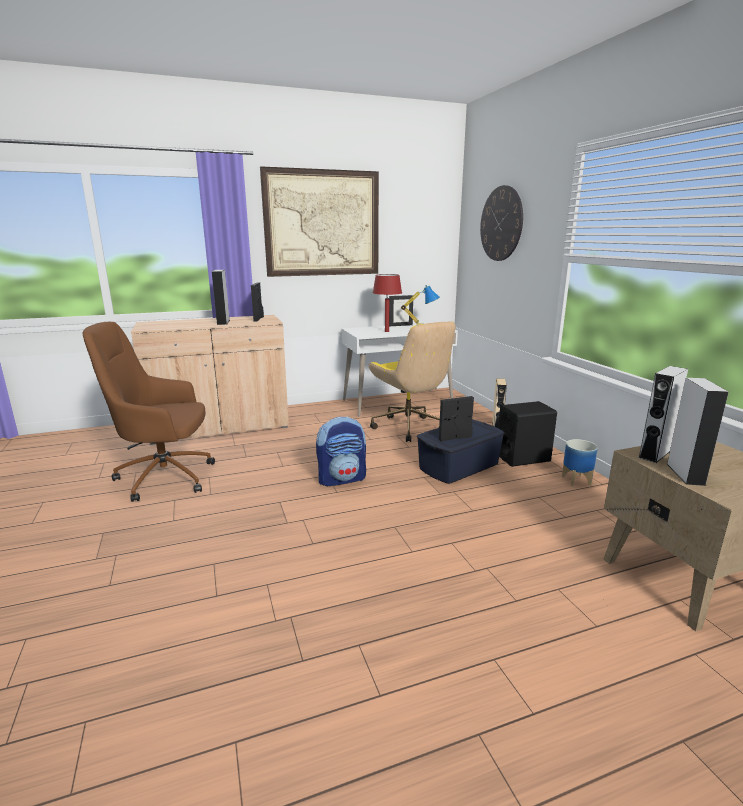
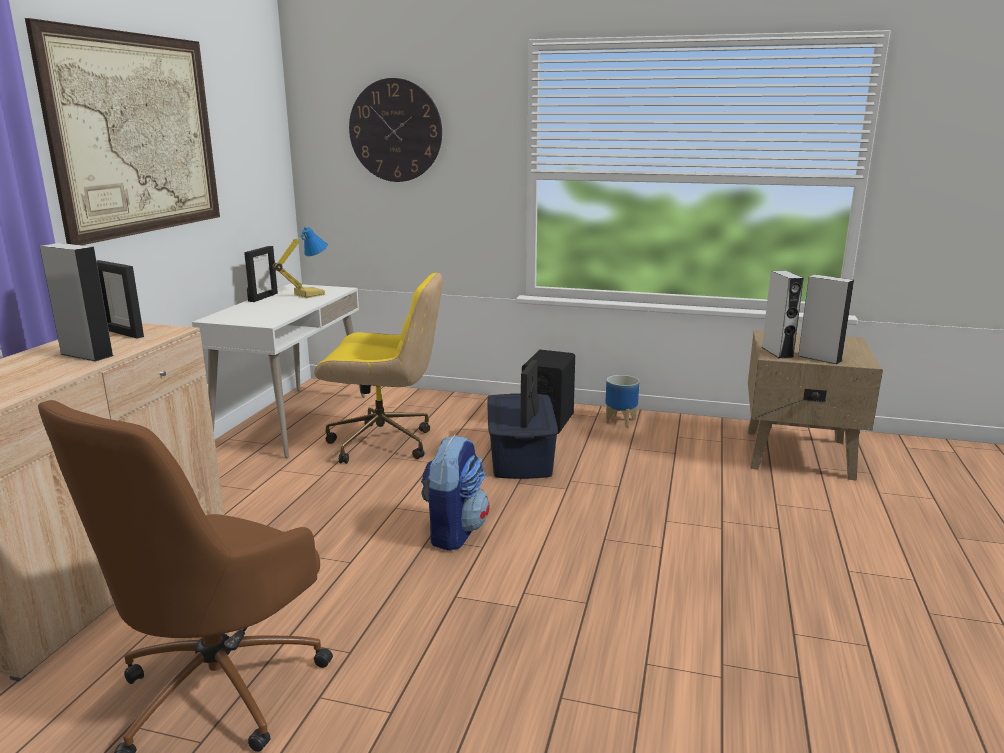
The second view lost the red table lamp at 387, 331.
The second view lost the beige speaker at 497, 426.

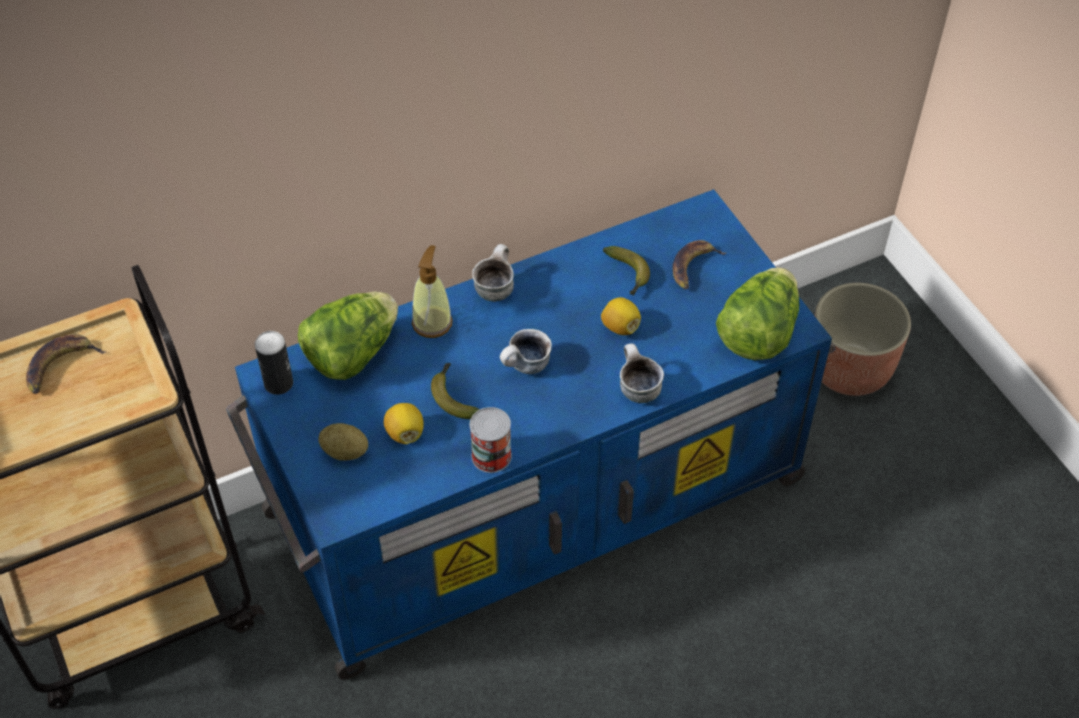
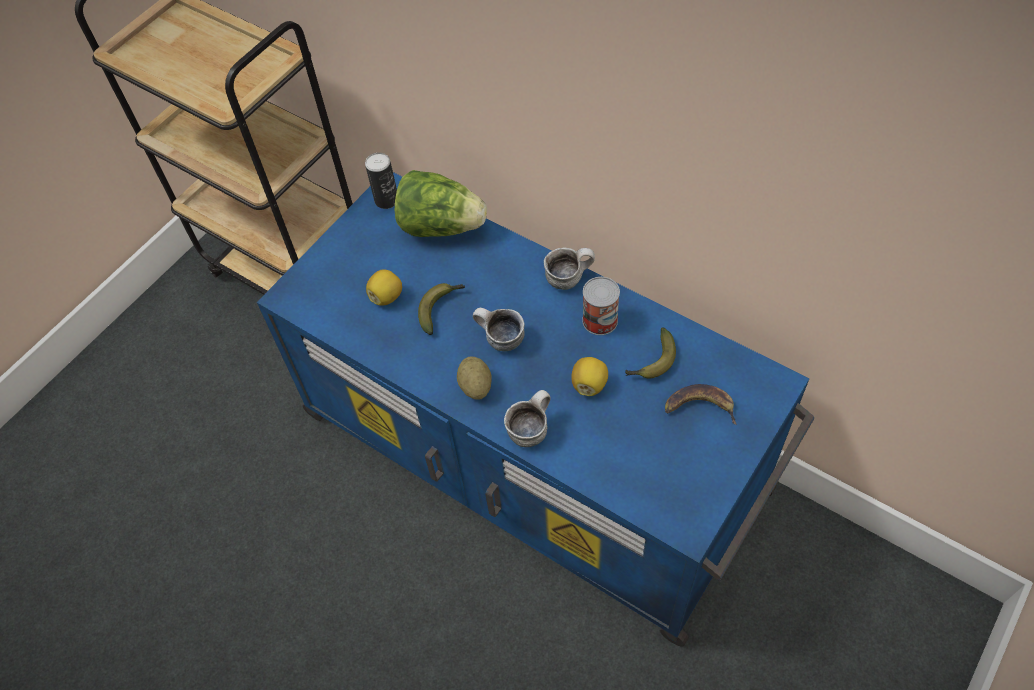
The second view lost the soap dispenser at 432, 322.
The second view lost the lettuce at 758, 333.
The second view lost the planter at 849, 369.
The second view lost the banana at 60, 366.
The can ended up elsewhere, having gone from 491, 456 to 600, 320.
The potato ended up elsewhere, having gone from 345, 452 to 475, 386.

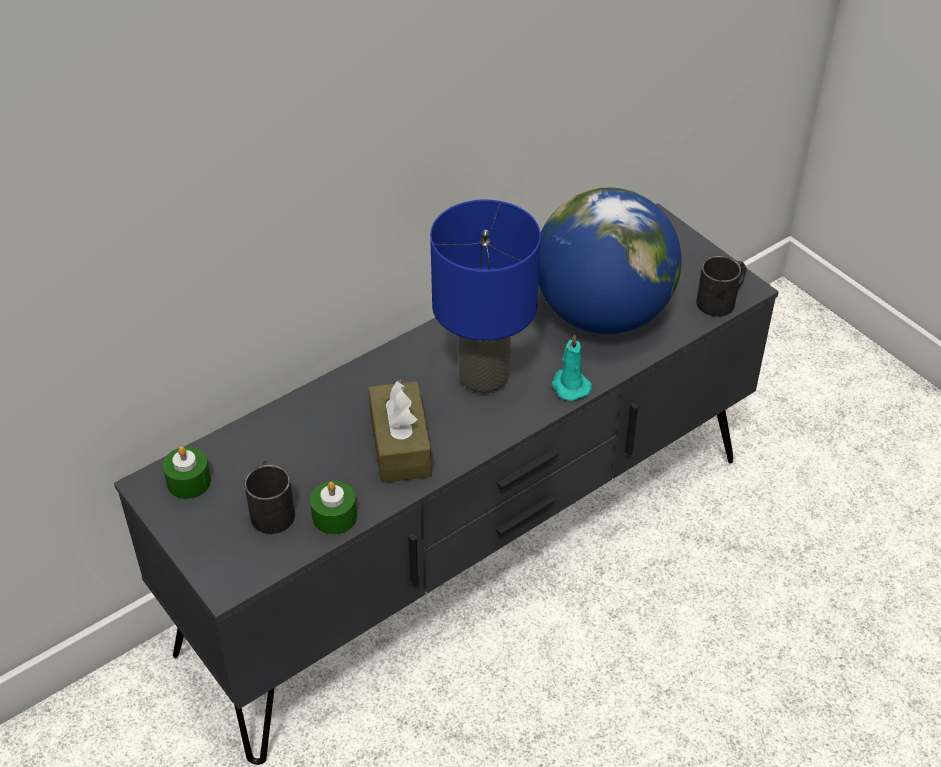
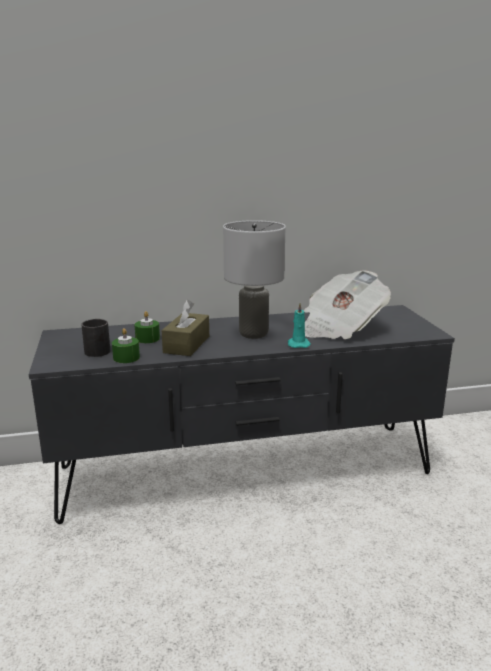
Where the globe stood at 603, 314, the newspaper came to stand at 339, 328.
What was the blue table lamp at 481, 377 turned into the white table lamp at 252, 334.
The second view lost the black mug at 721, 300.
The green candle ended up elsewhere, having gone from 189, 482 to 147, 338.

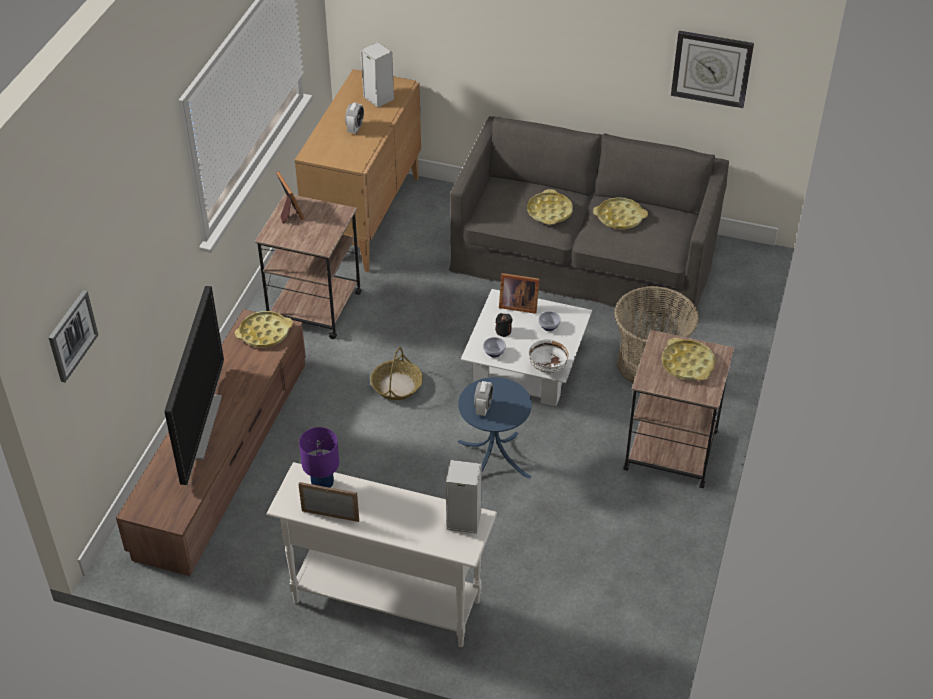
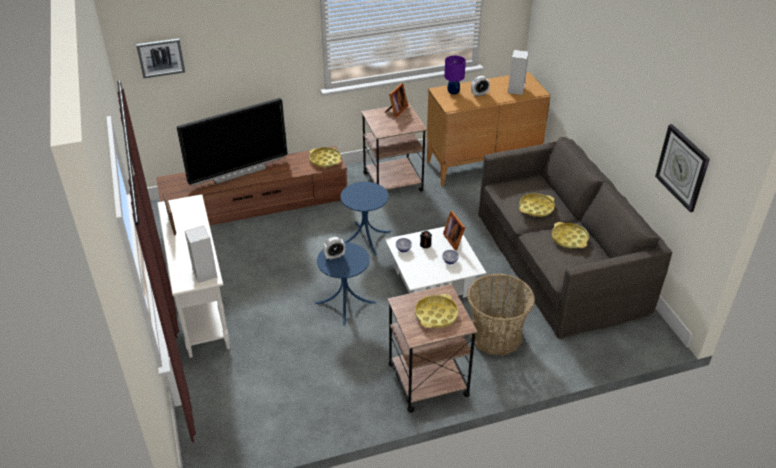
The second view lost the white bowl at 547, 368.
Where the basket stood at 396, 385, the blue side table came to stand at 365, 238.
The purple table lamp ended up elsewhere, having gone from 322, 484 to 453, 92.

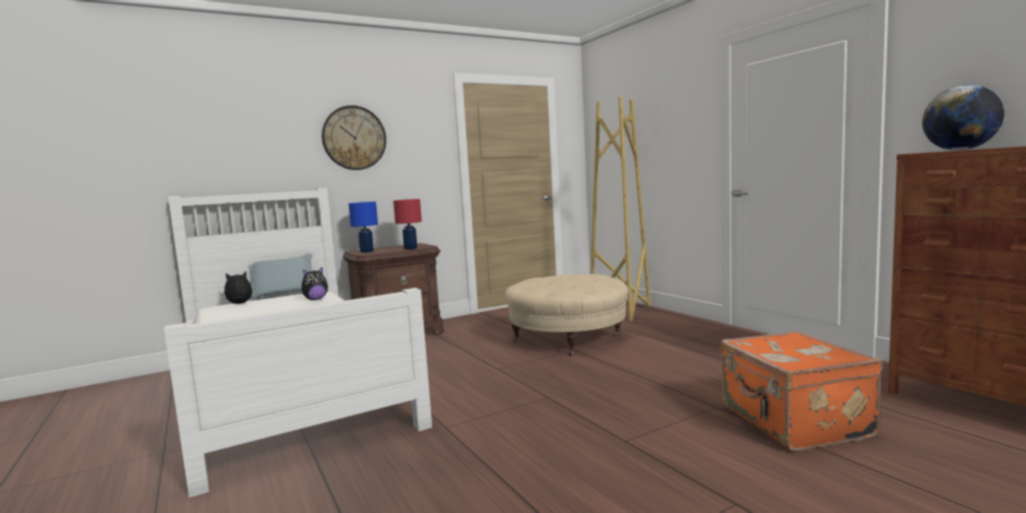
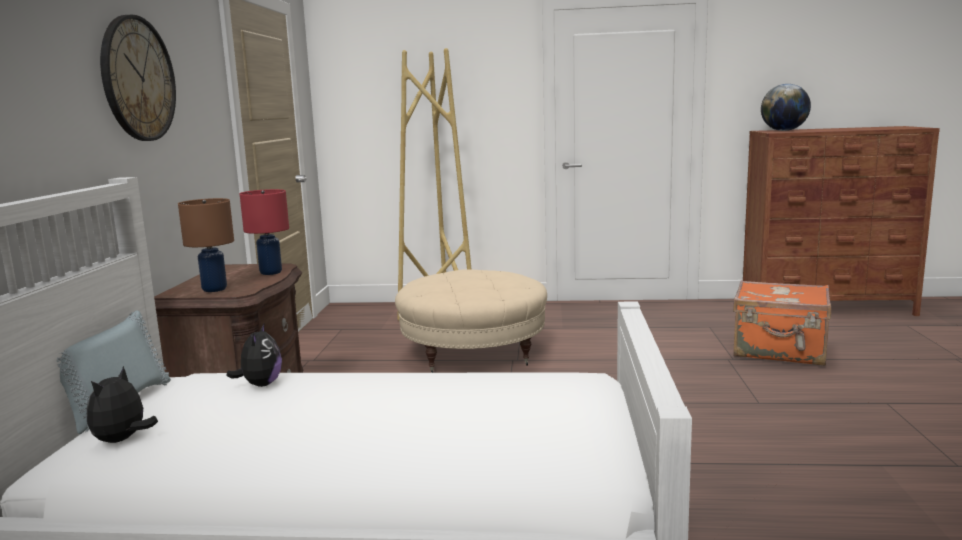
What was the blue table lamp at 367, 251 turned into the brown table lamp at 214, 289.

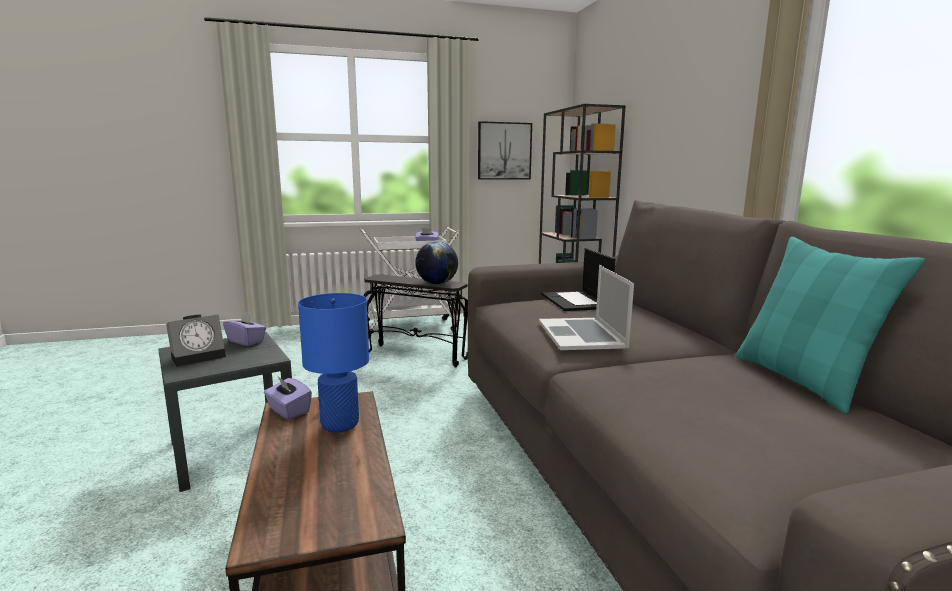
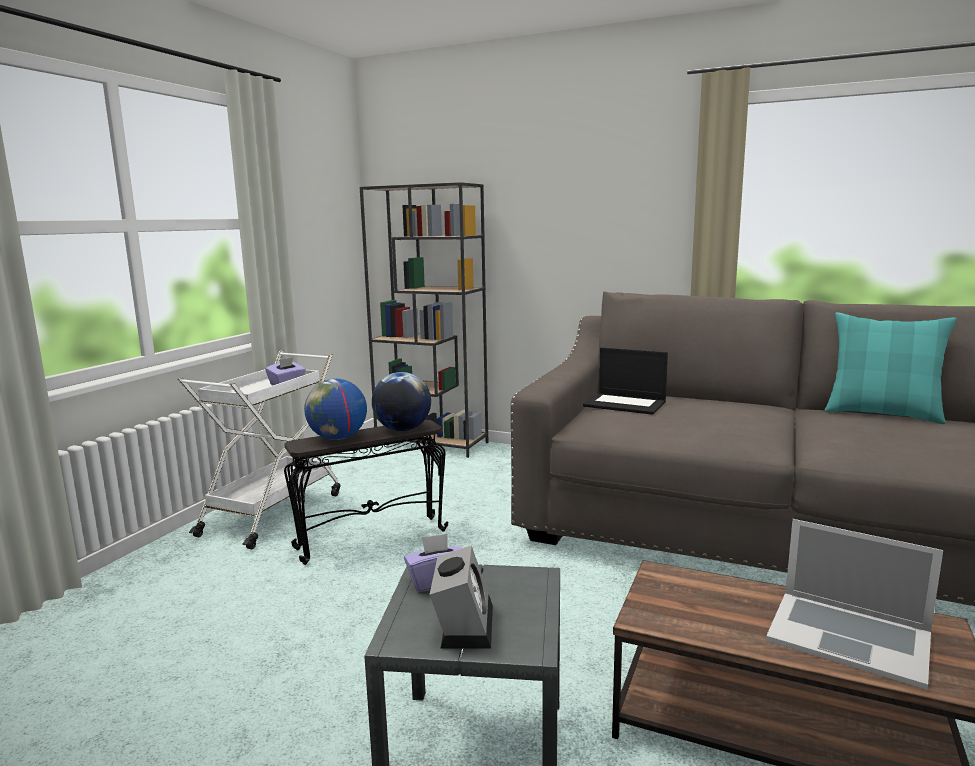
The second view lost the picture at 504, 151.
The laptop ended up elsewhere, having gone from 581, 334 to 848, 636.
The second view lost the blue table lamp at 339, 427.
The second view lost the purple tissue box at 288, 411.
The second view gained the globe at 338, 438.

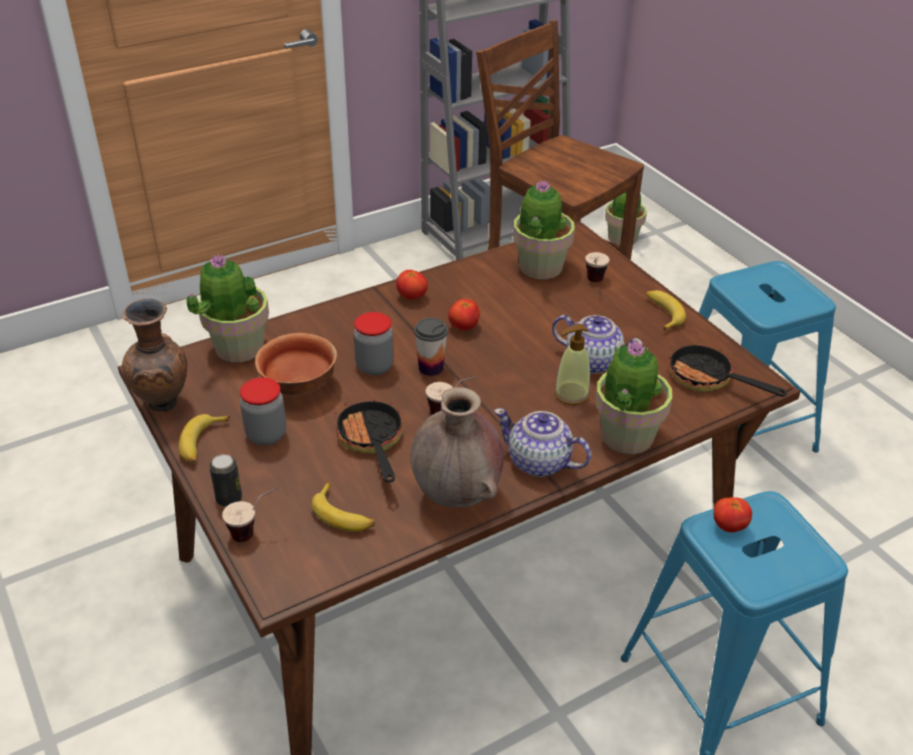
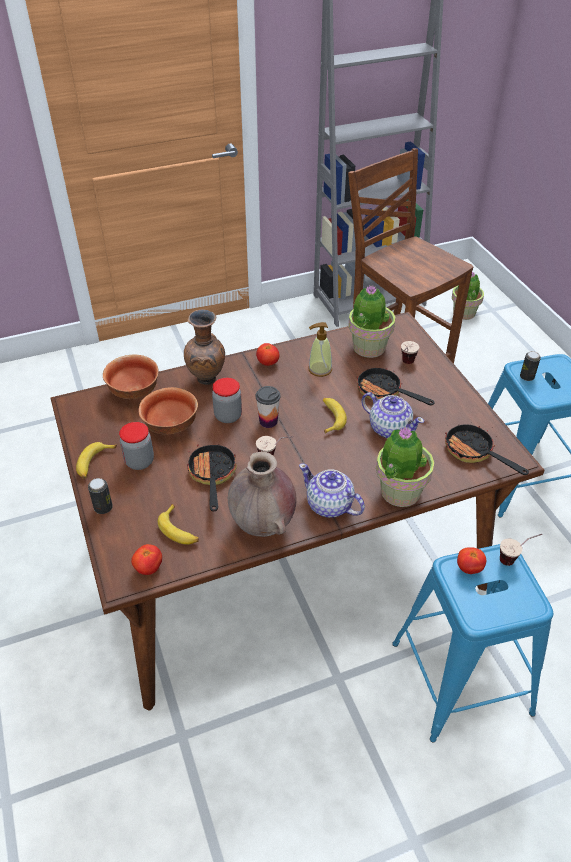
Where the potted plant stood at 238, 347, the bowl came to stand at 135, 391.
The banana ended up elsewhere, having gone from 662, 314 to 330, 418.
The brown vase ended up elsewhere, having gone from 164, 405 to 207, 380.
The tomato ended up elsewhere, having gone from 463, 327 to 148, 568.
The soap dispenser ended up elsewhere, having gone from 571, 394 to 319, 369.
The cup ended up elsewhere, having gone from 255, 531 to 515, 558.
The second view gained the can at 527, 377.
The second view gained the frying pan at 384, 393.

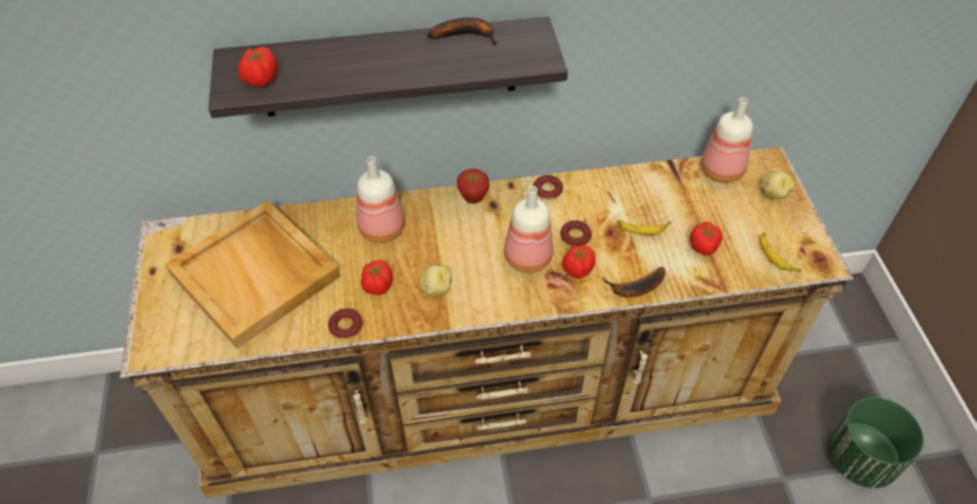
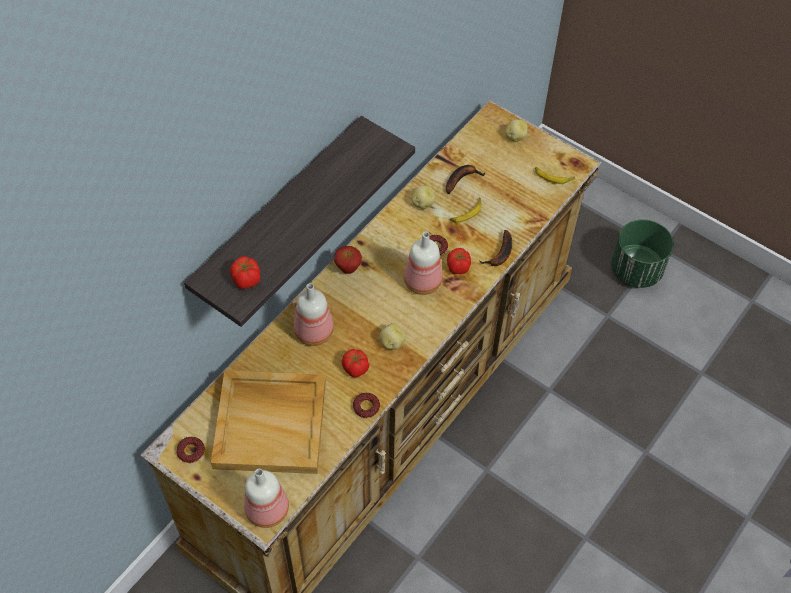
The banana ended up elsewhere, having gone from 467, 35 to 461, 179.
The bottle ended up elsewhere, having gone from 723, 170 to 268, 508.
The donut ended up elsewhere, having gone from 547, 190 to 191, 451.
The second view lost the tomato at 703, 247.
The second view gained the potato at 422, 203.

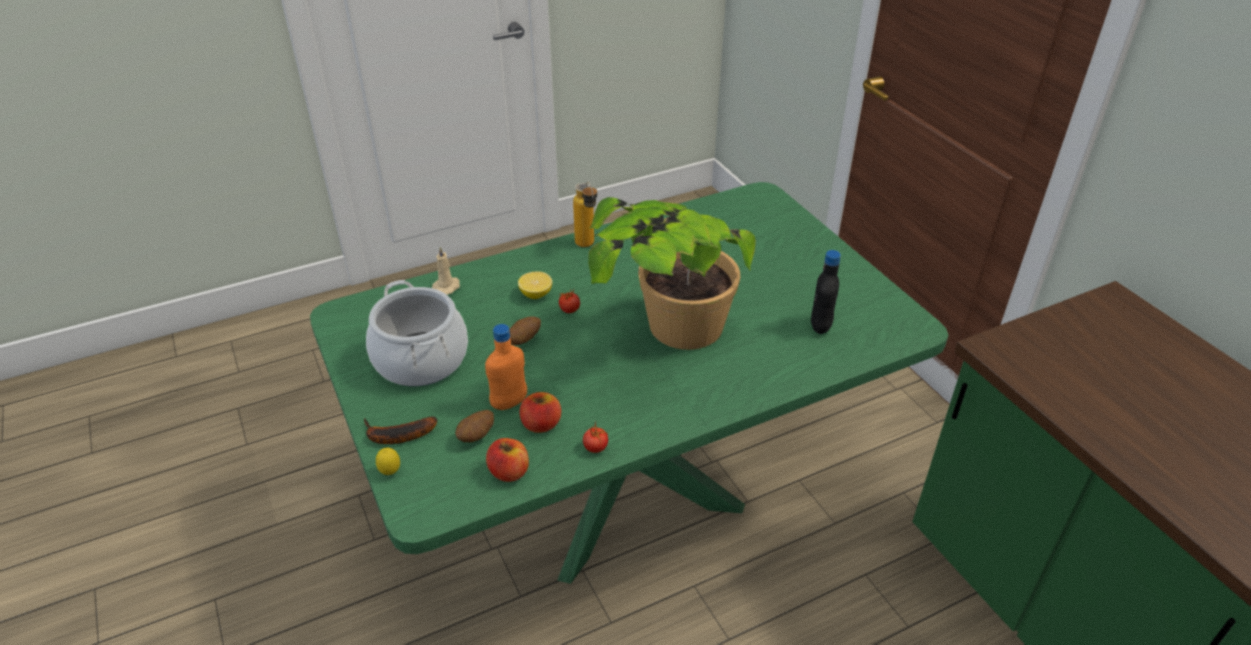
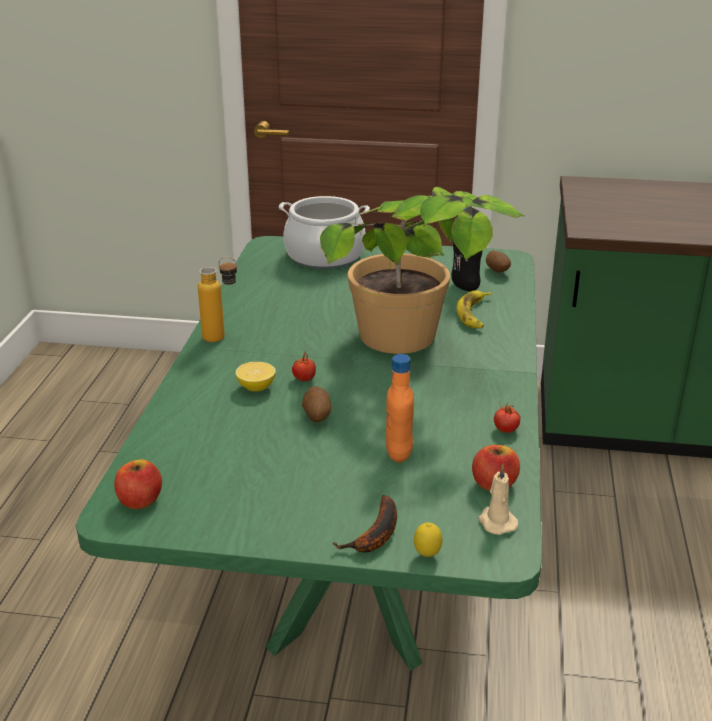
The beige candle ended up elsewhere, having gone from 447, 287 to 496, 522.
The cooking pot ended up elsewhere, having gone from 420, 360 to 325, 256.
The apple ended up elsewhere, having gone from 541, 424 to 140, 501.
The potato ended up elsewhere, having gone from 477, 436 to 497, 271.
The second view gained the banana at 475, 314.

